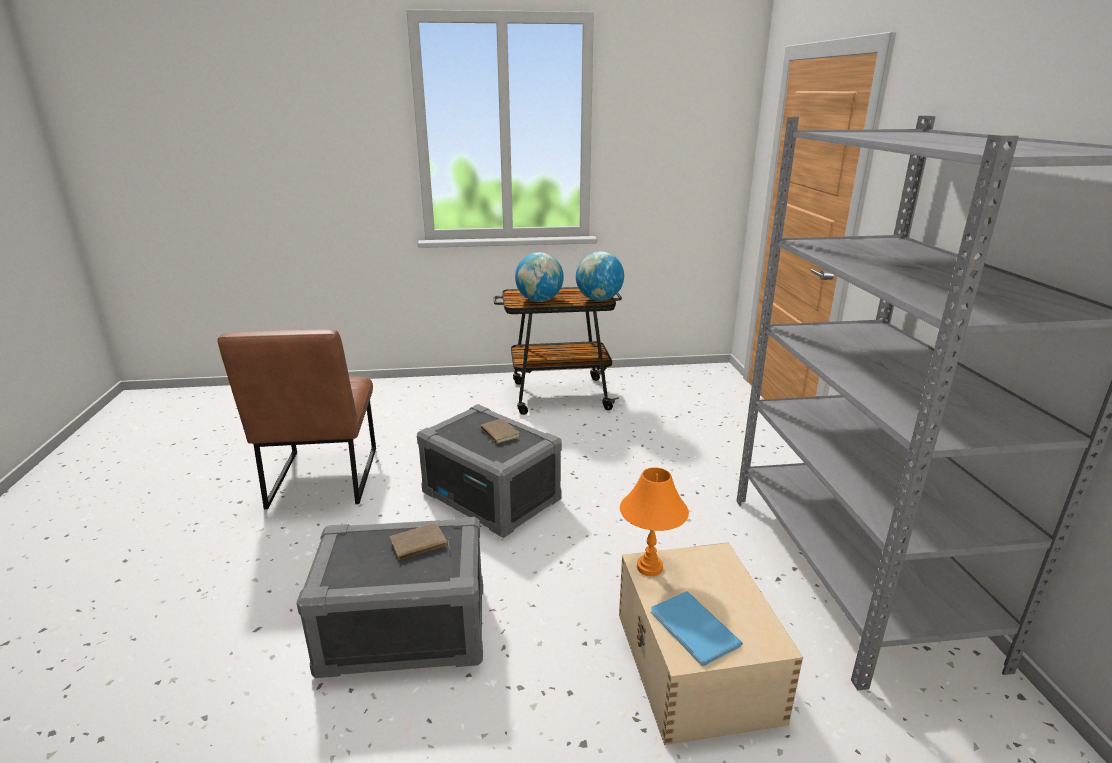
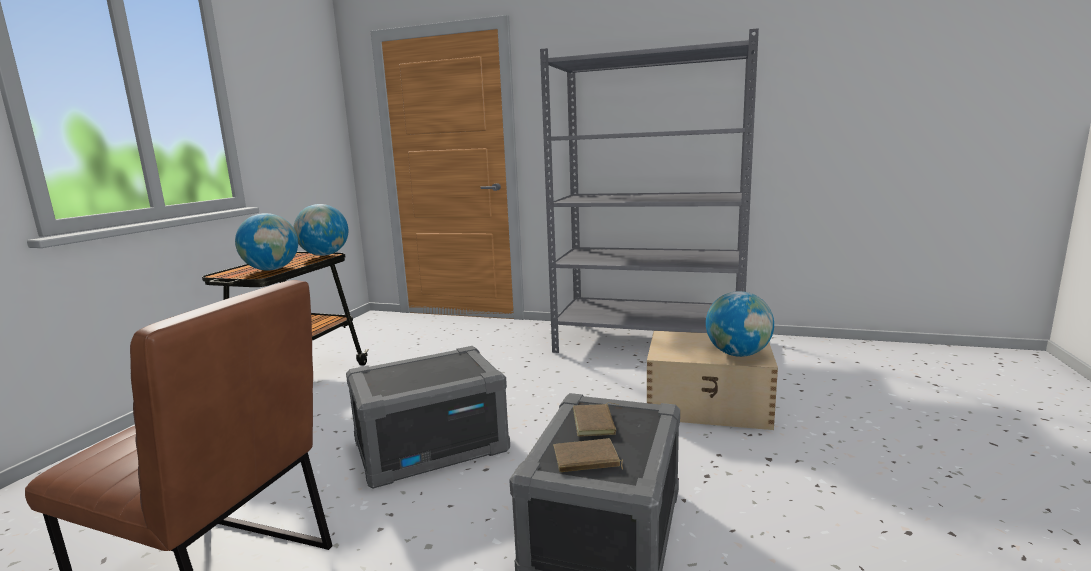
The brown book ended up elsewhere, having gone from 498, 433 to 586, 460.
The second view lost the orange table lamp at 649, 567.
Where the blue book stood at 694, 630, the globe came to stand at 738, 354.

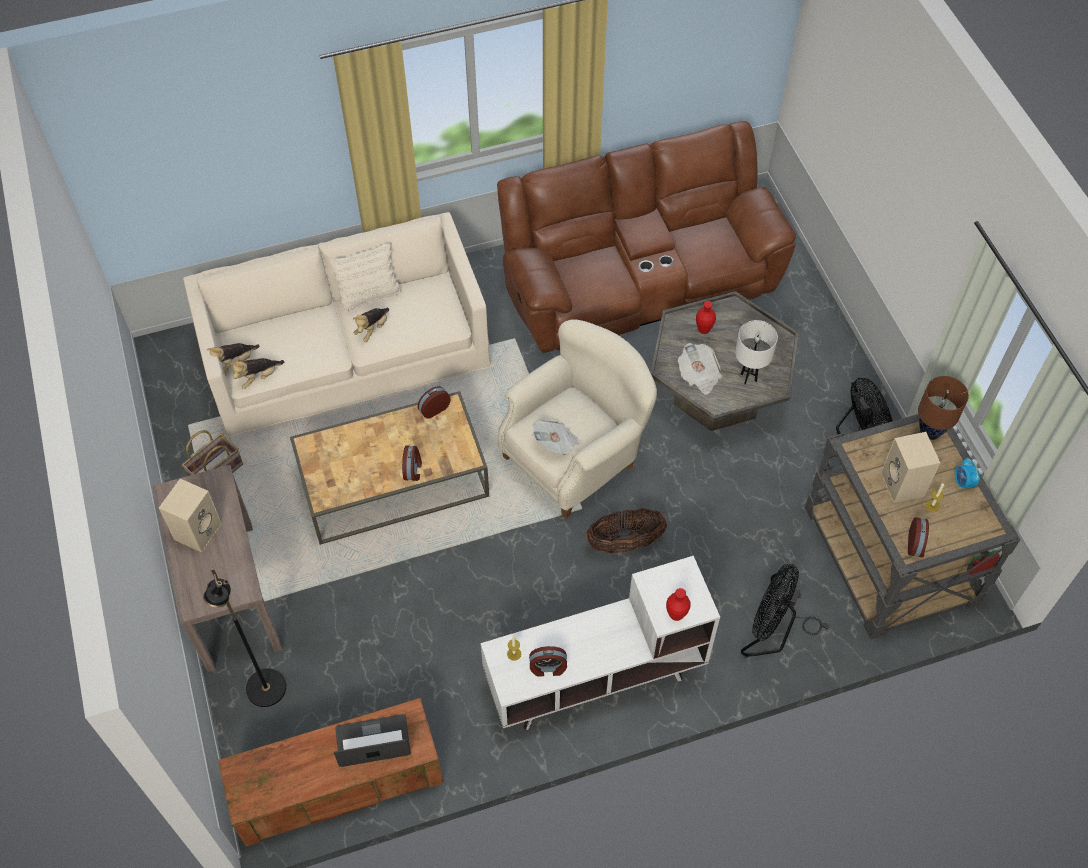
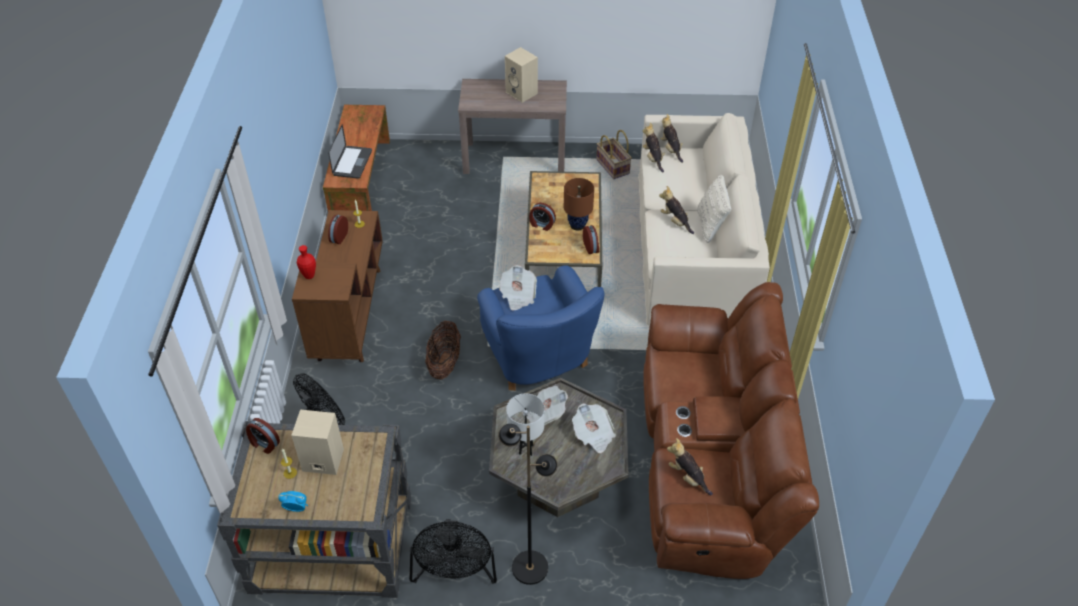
Where the red vase stood at 703, 330, the newspaper came to stand at 593, 435.
What was the beige armchair at 575, 455 turned into the blue armchair at 538, 356.
The brown table lamp ended up elsewhere, having gone from 930, 431 to 577, 225.
What was the white tv stand at 593, 679 turned into the brown tv stand at 349, 312.
The black floor lamp ended up elsewhere, having gone from 265, 688 to 529, 567.
The second view gained the plush toy at 688, 477.

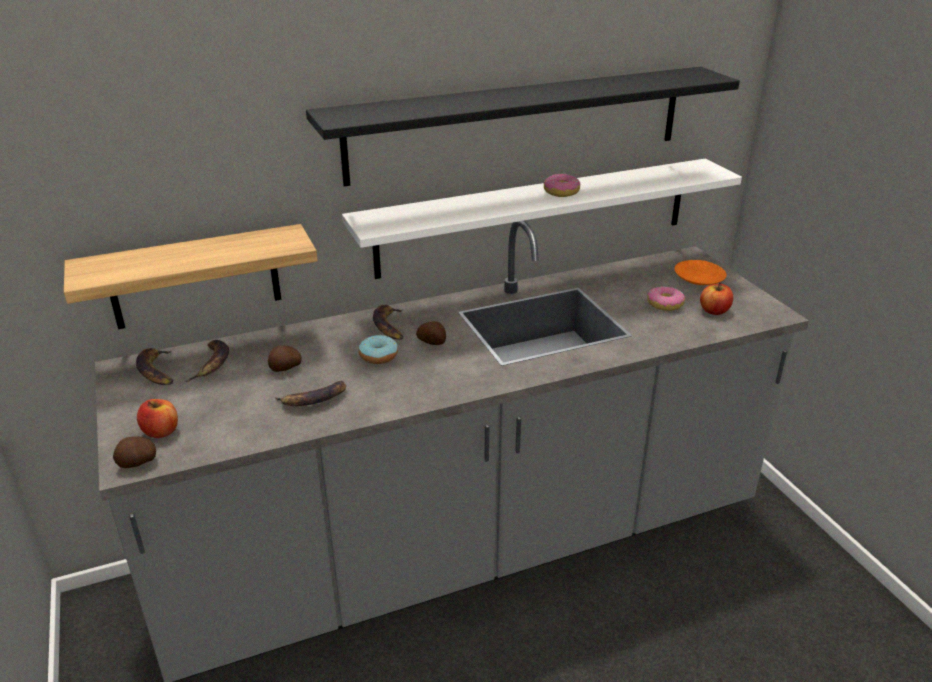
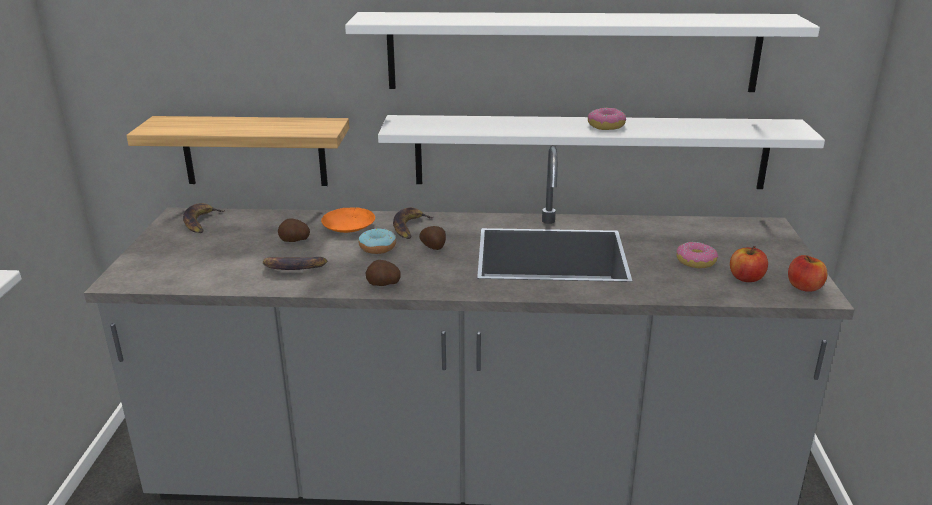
What was the black shelf at 518, 124 turned into the white shelf at 572, 52.
The orange plate ended up elsewhere, having gone from 699, 278 to 349, 226.
The second view lost the banana at 212, 364.
The apple ended up elsewhere, having gone from 161, 432 to 804, 287.
The potato ended up elsewhere, having gone from 137, 463 to 383, 284.

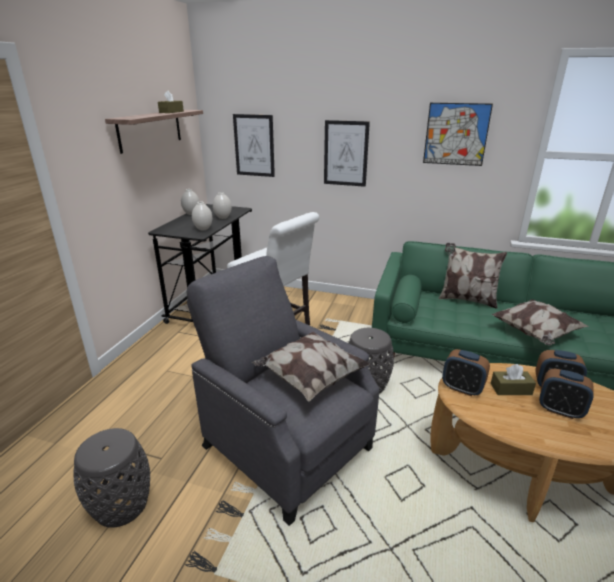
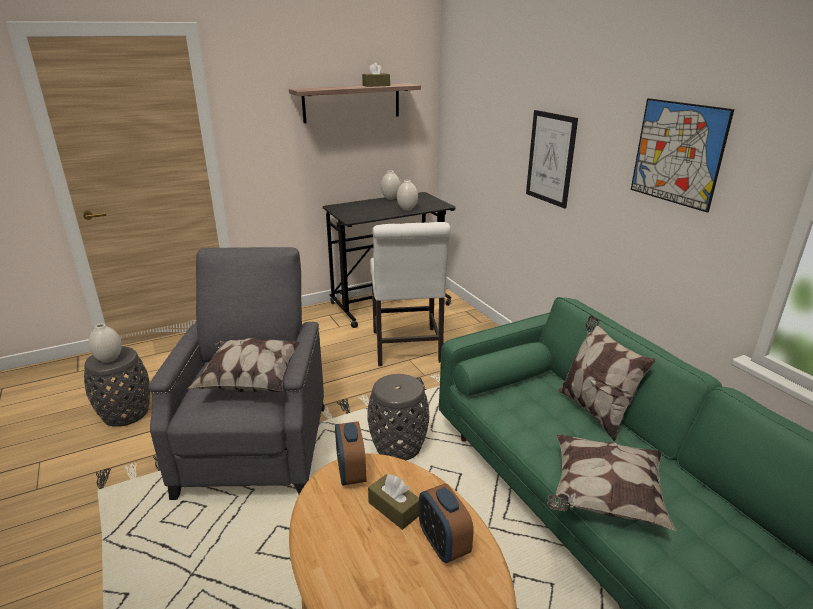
The second view lost the picture at 254, 145.
The white vase ended up elsewhere, having gone from 203, 229 to 109, 359.
The second view lost the alarm clock at 560, 410.

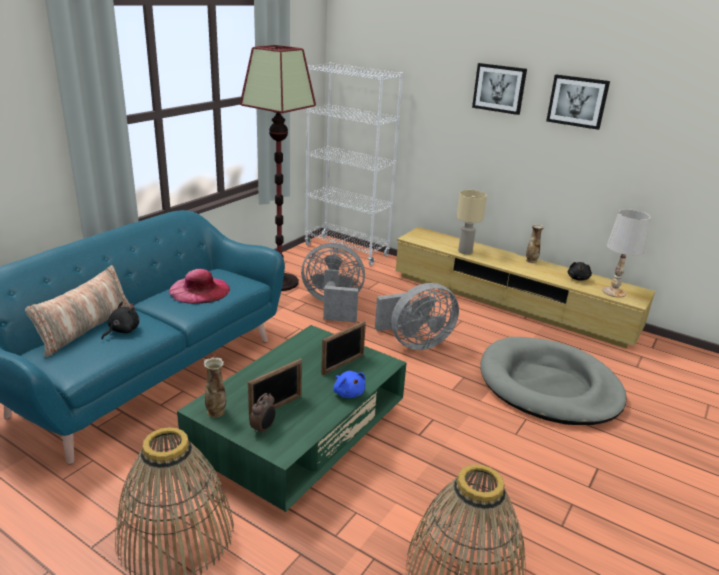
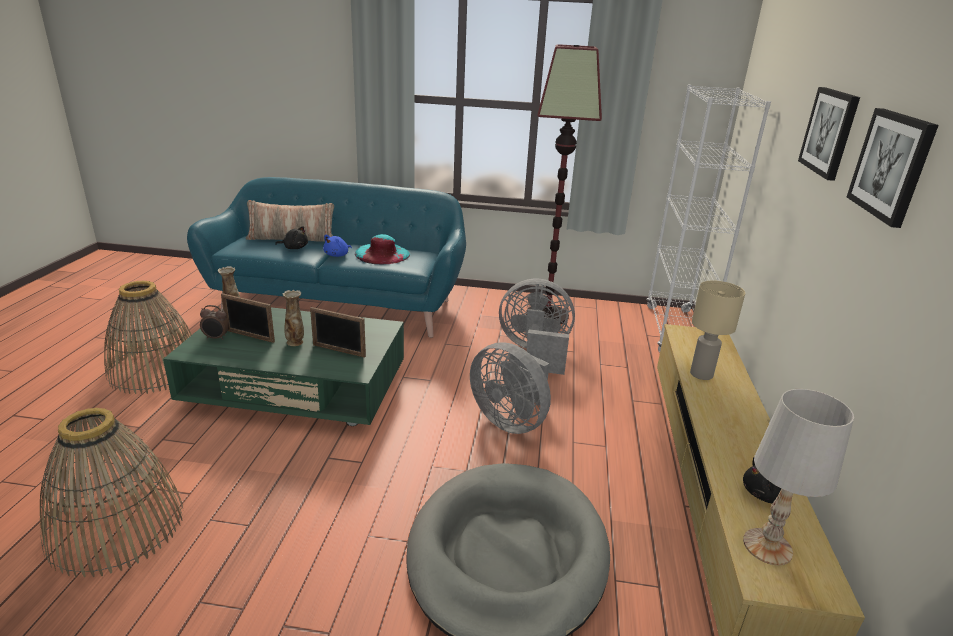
The vase ended up elsewhere, having gone from 531, 261 to 295, 342.
The grey fan at 333, 306 ended up facing another way, 60 degrees counterclockwise from before.
What was the pink hat at 199, 290 turned into the turquoise hat at 382, 254.
The blue plush toy ended up elsewhere, having gone from 348, 392 to 337, 255.

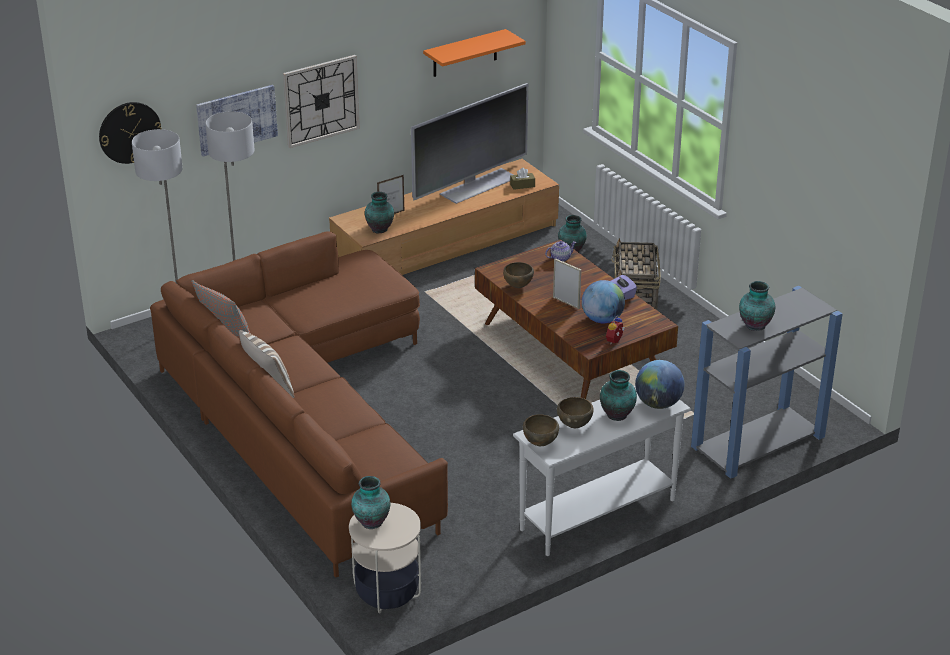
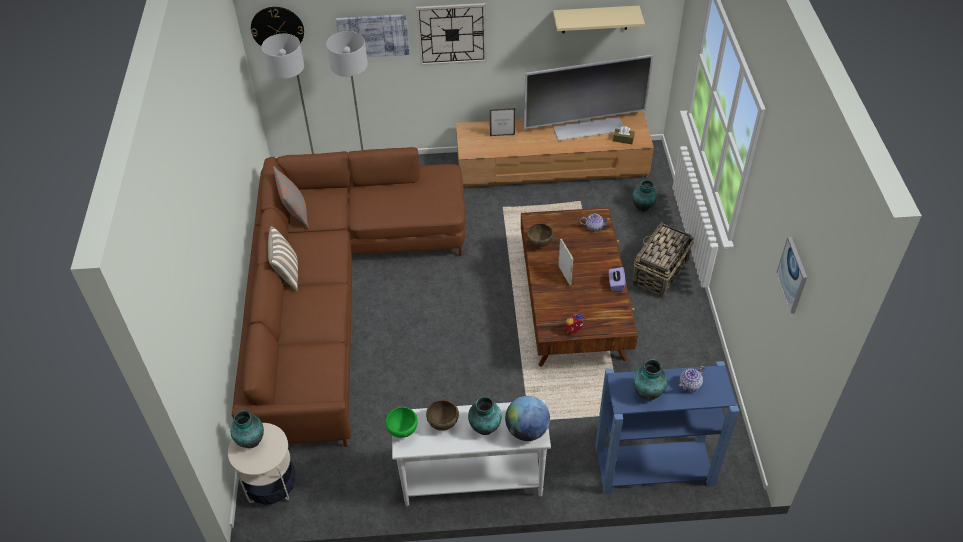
What was the orange shelf at 465, 53 turned into the beige shelf at 595, 19.
The second view lost the vase at 380, 229.
The second view lost the globe at 602, 319.
What was the grey bookcase at 756, 442 turned into the blue bookcase at 652, 465.
What was the brown bowl at 540, 443 turned into the green bowl at 402, 431.
The second view gained the picture at 793, 275.
The second view gained the teapot at 690, 385.

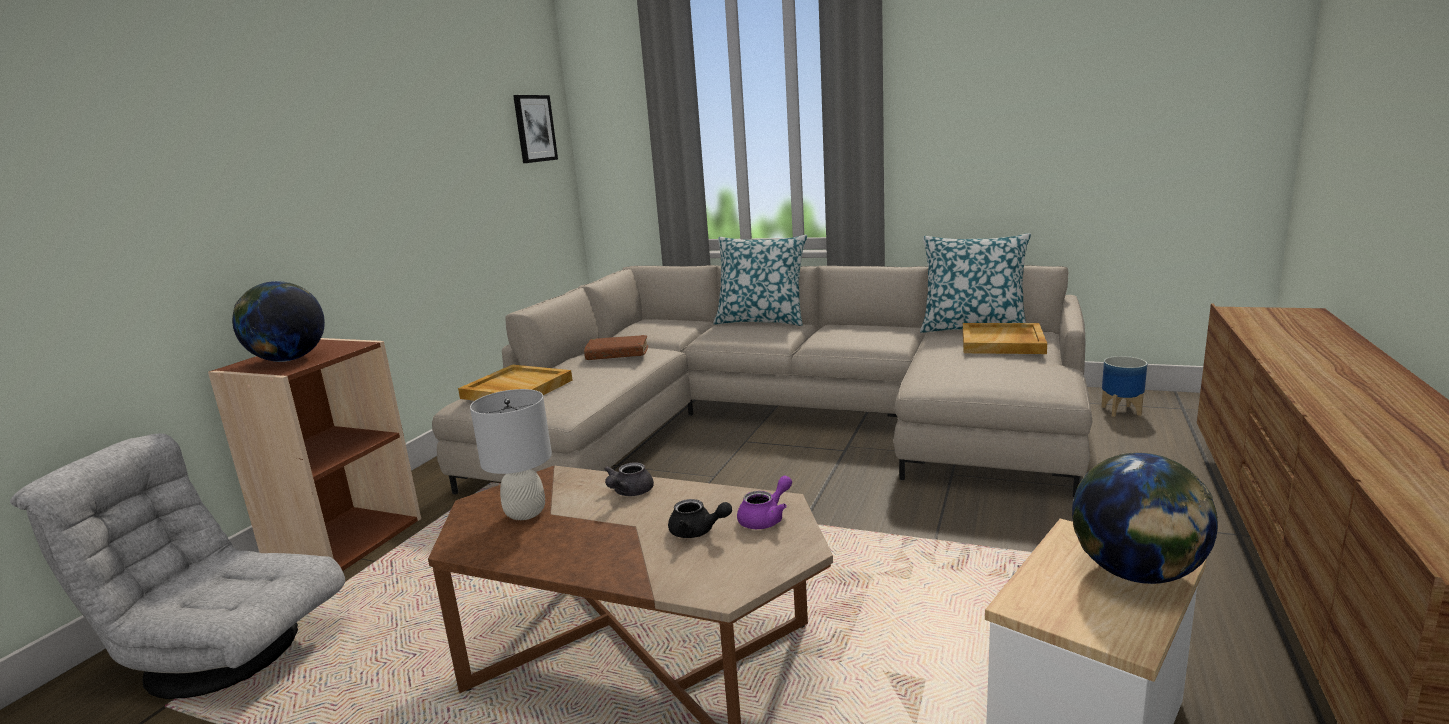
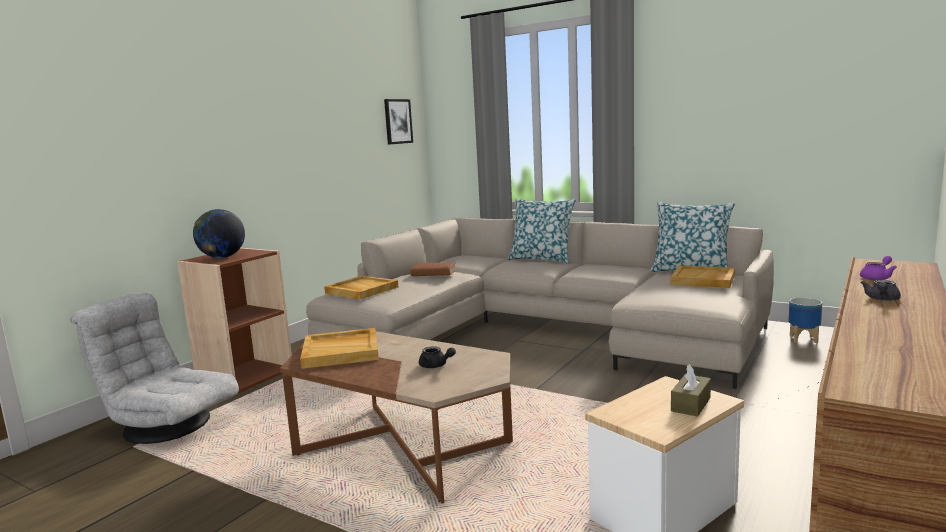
Where the grey table lamp stood at 526, 513, the beige tray came to stand at 341, 351.
Where the globe stood at 1136, 574, the brown tissue box came to stand at 690, 404.
The grey teapot ended up elsewhere, having gone from 629, 492 to 881, 299.
The purple teapot ended up elsewhere, having gone from 766, 519 to 877, 278.

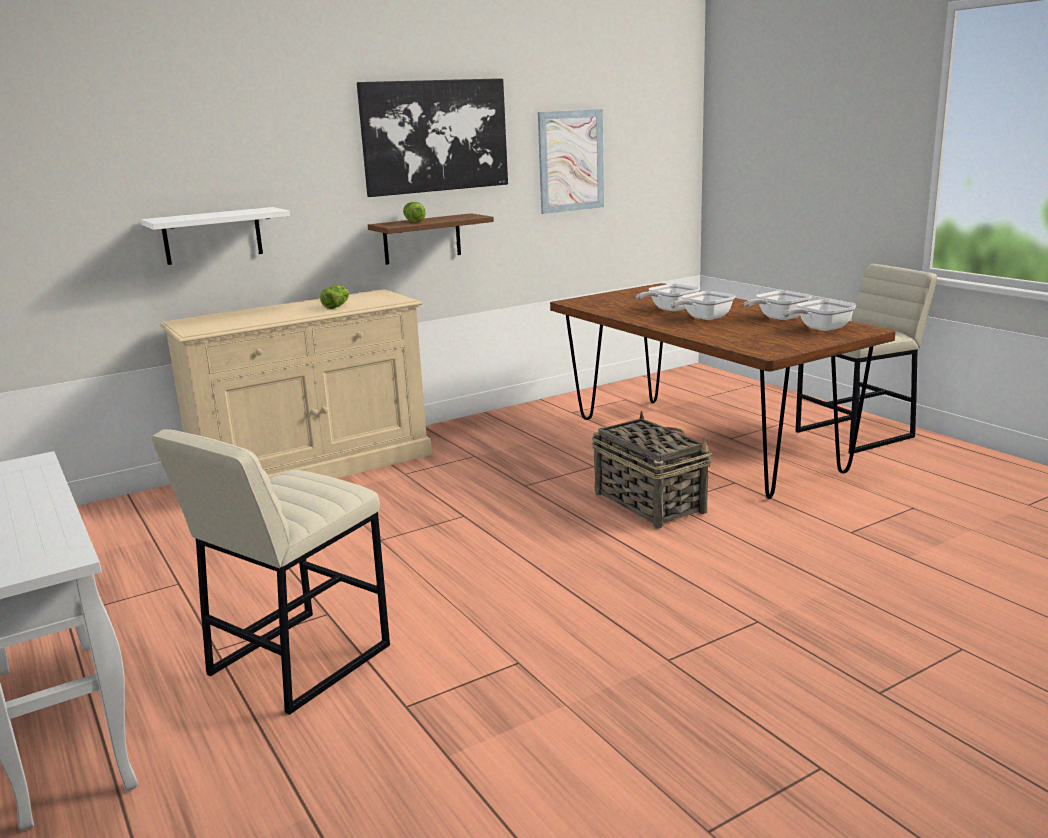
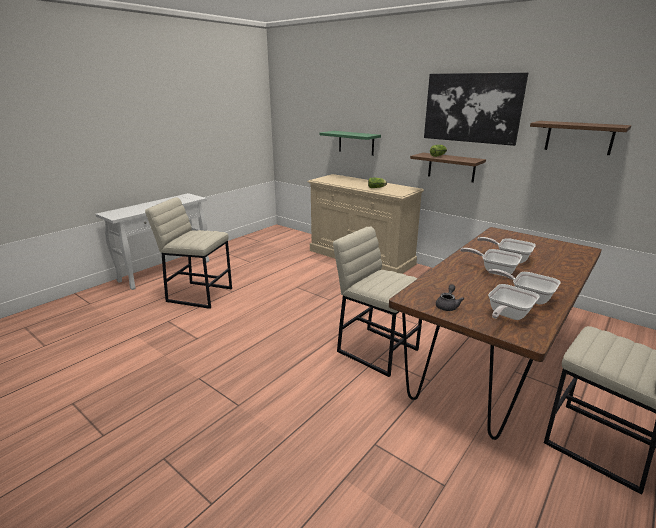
Where the picture hung at 571, 161, the brown shelf came to hang at 579, 137.
What was the white shelf at 212, 236 turned into the green shelf at 356, 143.
The frying pan at 819, 329 ended up facing another way, 90 degrees counterclockwise from before.
Where the basket stood at 648, 502, the beige chair came to stand at 376, 350.
The second view gained the grey teapot at 447, 305.

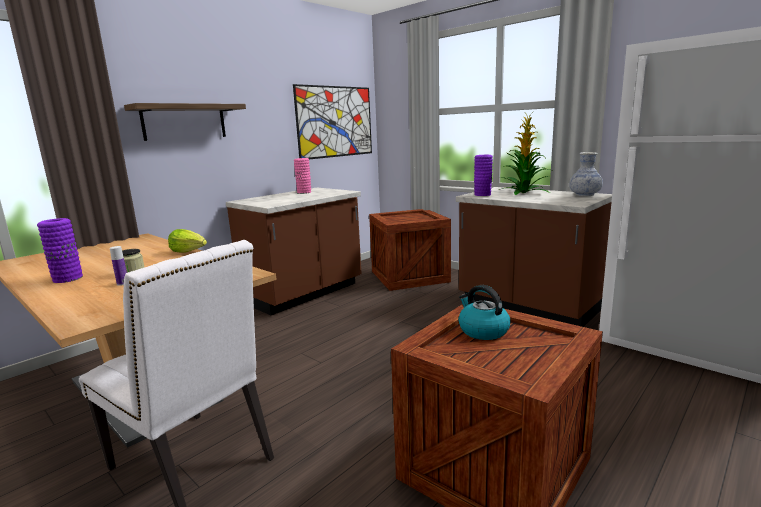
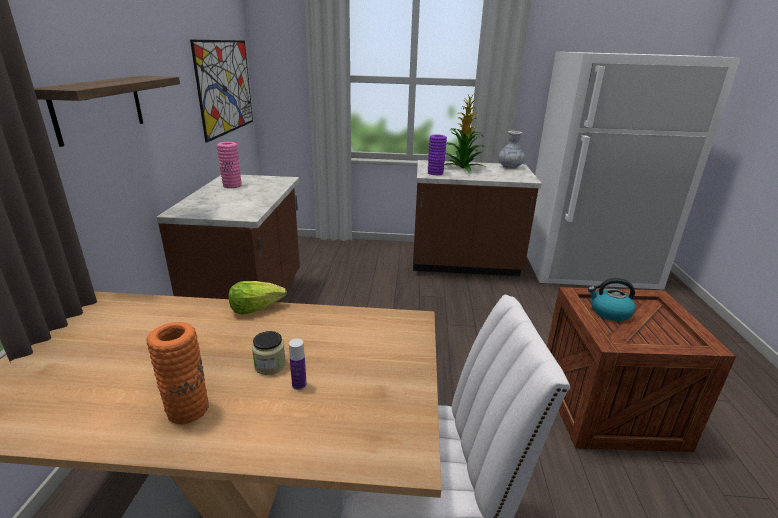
The second view lost the crate at 410, 276.
What was the purple vase at 67, 279 turned into the orange vase at 188, 409.

